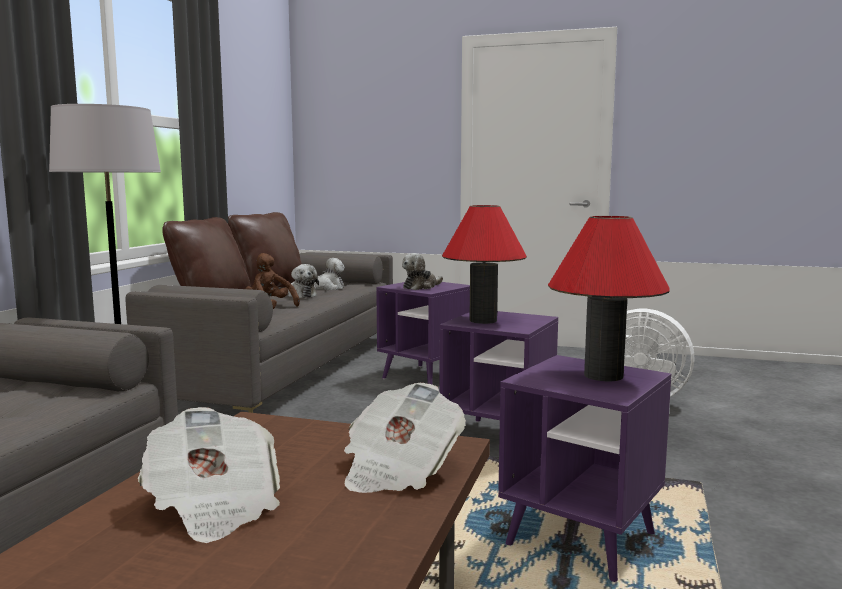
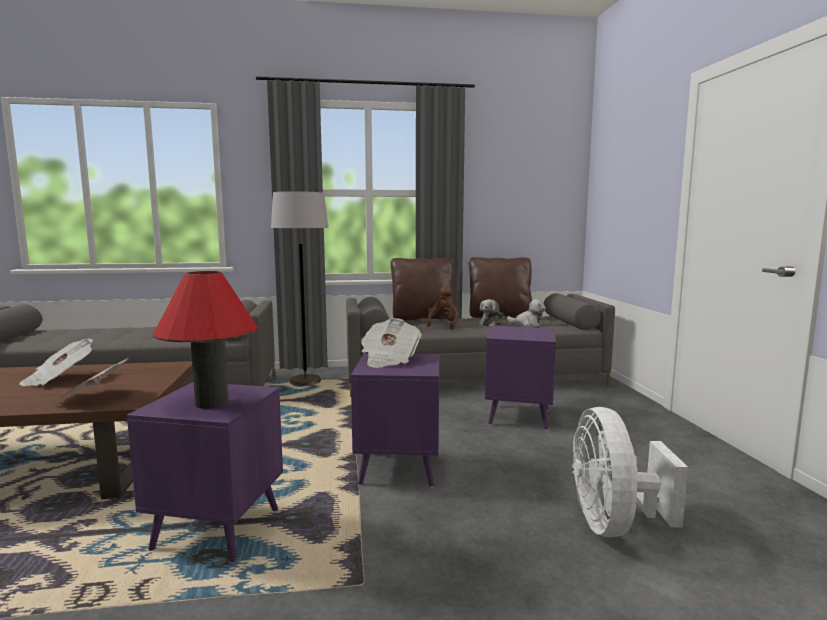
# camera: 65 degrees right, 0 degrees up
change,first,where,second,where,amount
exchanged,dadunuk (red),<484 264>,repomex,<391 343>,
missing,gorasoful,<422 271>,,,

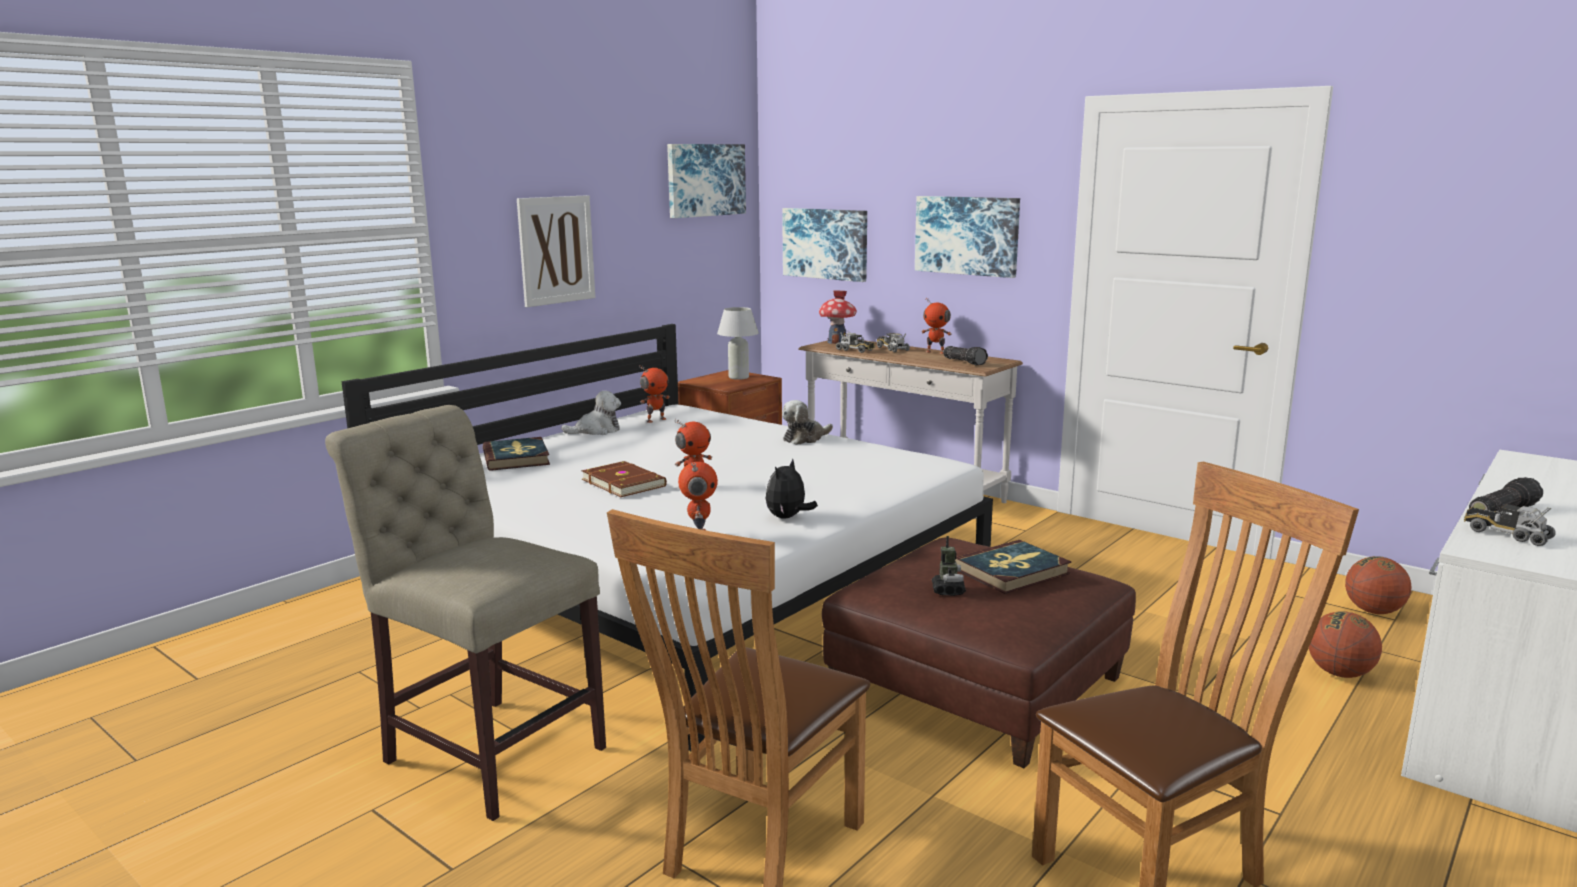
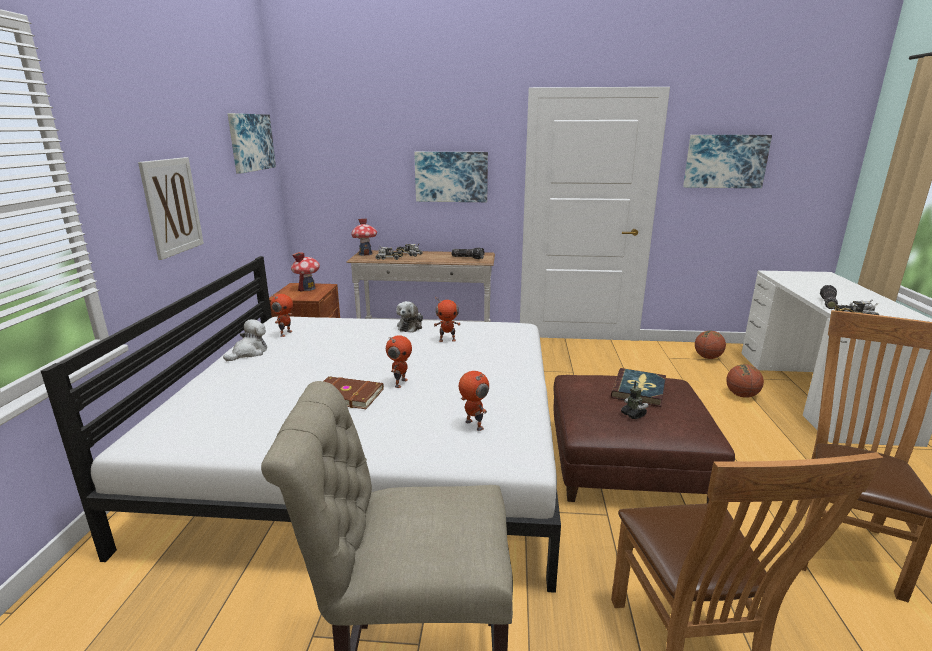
# camera: 35 degrees left, 5 degrees up
change,first,where,second,where,amount
relocated,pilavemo,<824 245>,,<727 161>,
relocated,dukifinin,<936 326>,,<447 319>,
exchanged,dadunuk (white),<738 343>,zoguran,<305 272>,
missing,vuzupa,<516 454>,,,
missing,gorasoful,<792 488>,,,

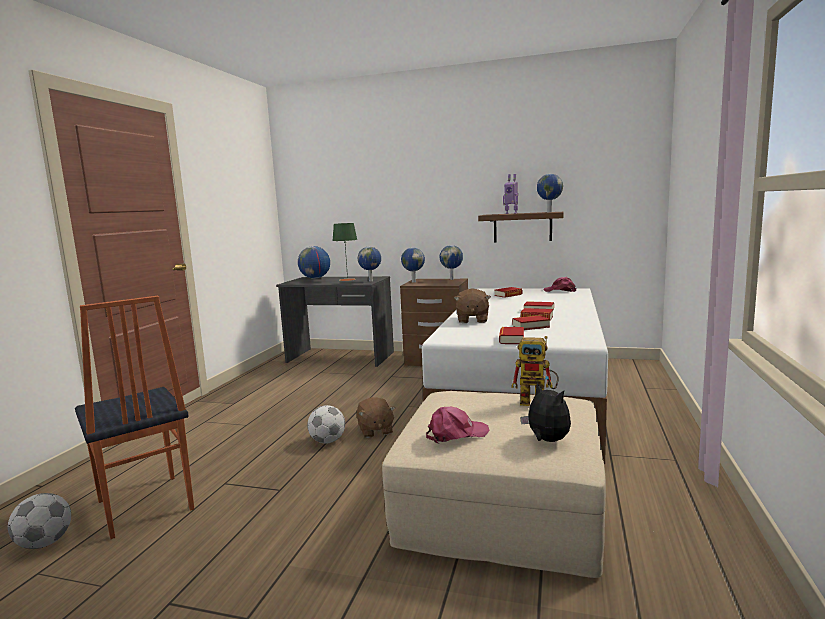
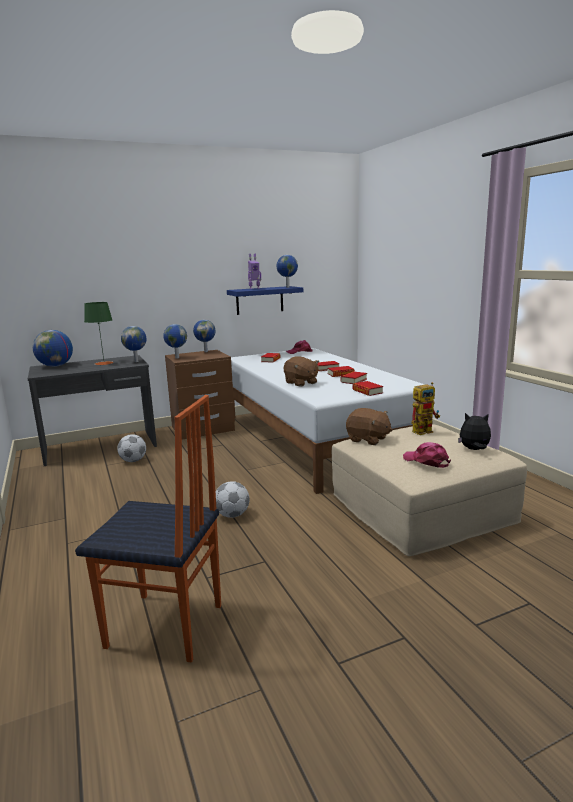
# camera: 40 degrees left, 5 degrees up
change,first,where,second,where,amount
colour,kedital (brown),<521 227>,kedital (blue),<265 300>,
relocated,gorasoful (brown),<376 417>,,<369 426>,
spun,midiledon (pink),<458 425>,,<427 455>,75 degrees counterclockwise
relocated,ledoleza,<39 521>,,<131 448>,

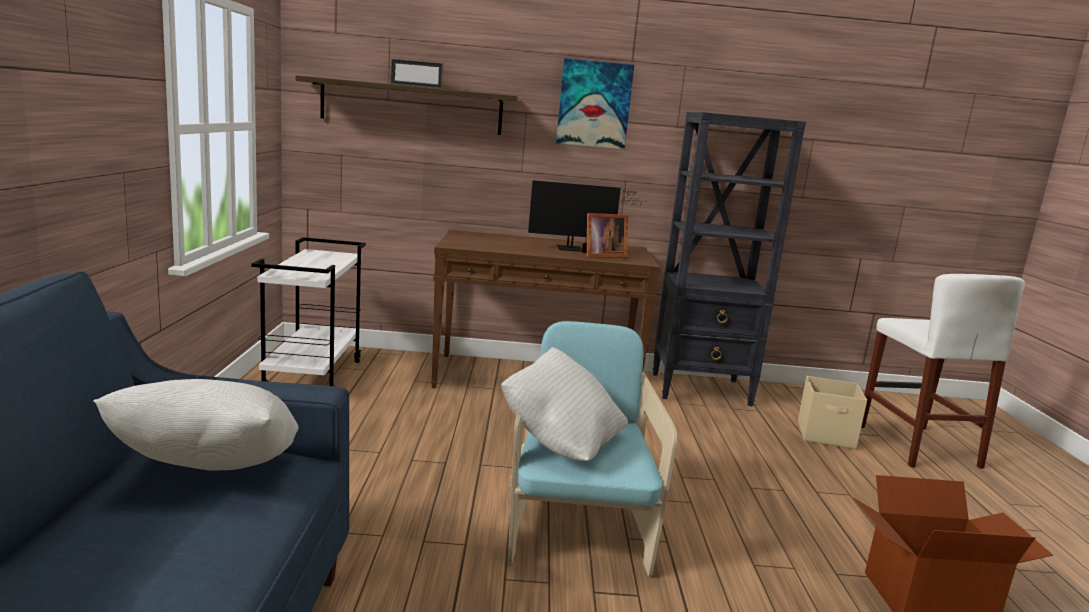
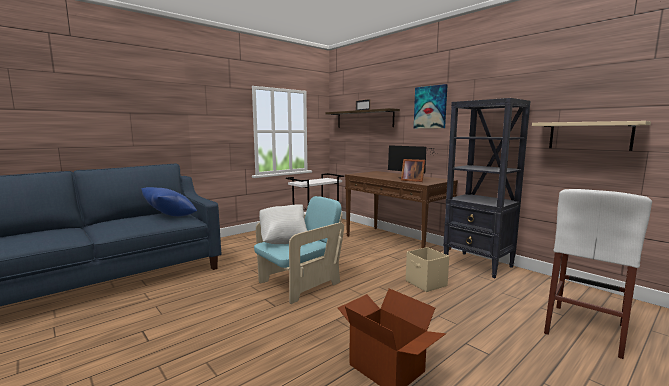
# camera: 50 degrees right, 5 degrees down
change,first,where,second,where,amount
relocated,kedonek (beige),<832 412>,,<427 269>,
colour,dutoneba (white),<196 424>,dutoneba (blue),<169 201>,
appeared,,,kedital (beige),<591 136>,

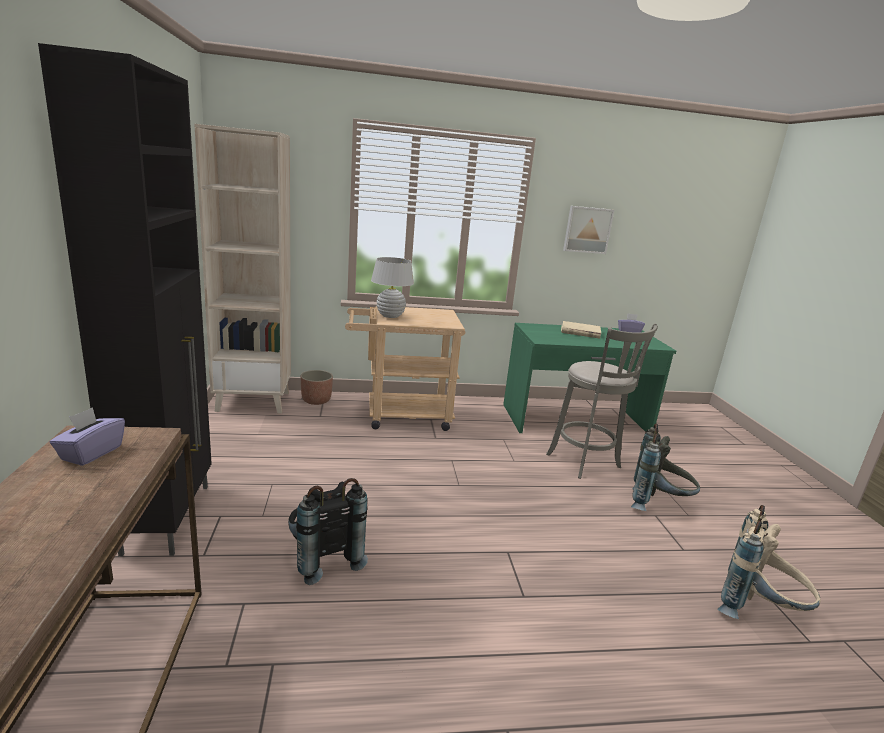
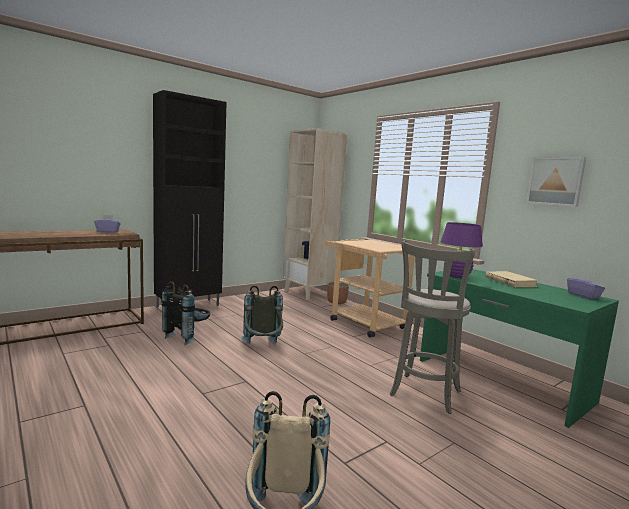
# camera: 60 degrees right, 10 degrees down
change,first,where,second,where,amount
missing,dadunuk (white),<392 287>,,,
relocated,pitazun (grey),<665 467>,,<262 314>,
appeared,,,dadunuk (purple),<462 250>,

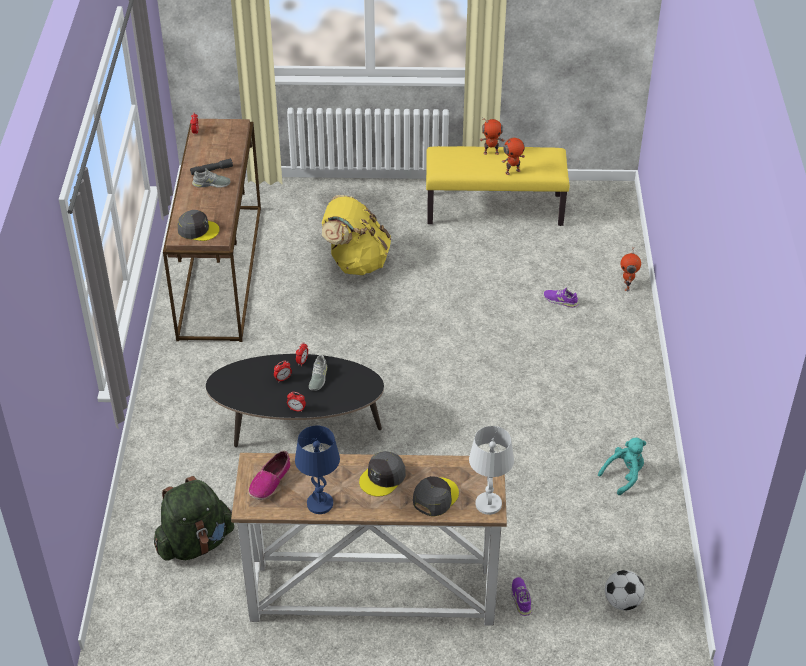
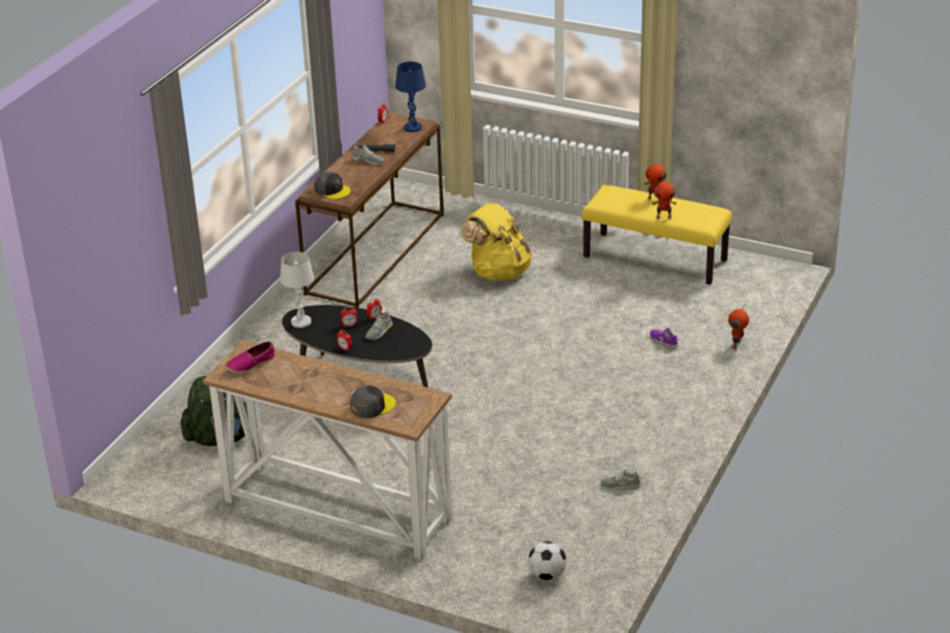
# camera: 25 degrees right, 10 degrees down
change,first,where,second,where,amount
relocated,dadunuk (blue),<317 470>,,<410 97>,
relocated,dadunuk (white),<491 470>,,<297 290>,
exchanged,gorasoful (turquoise),<622 466>,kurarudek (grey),<621 479>,
missing,midiledon (grey),<382 473>,,,
missing,kurarudek (purple),<521 596>,,,

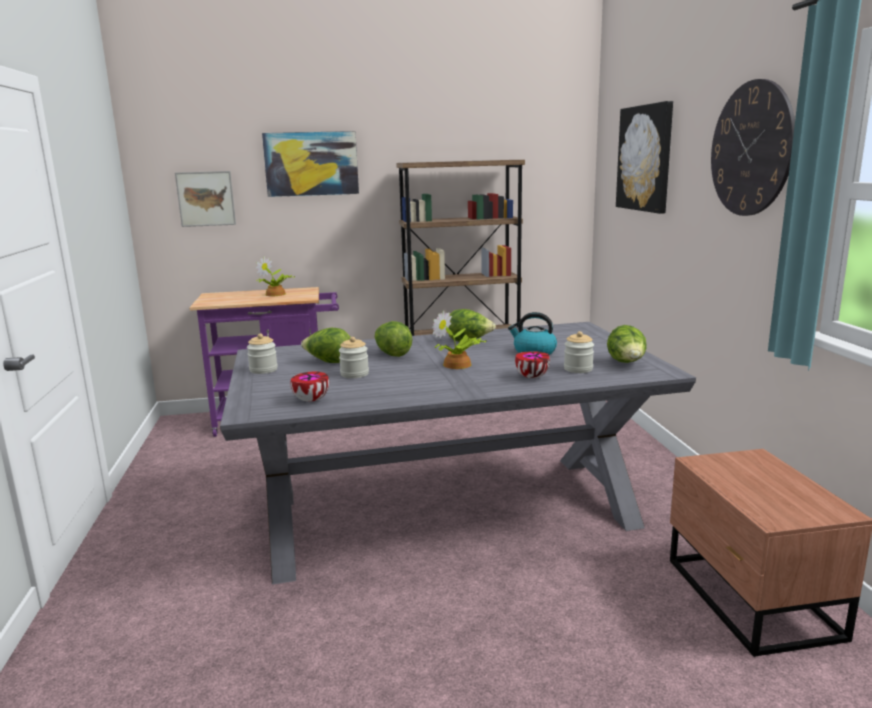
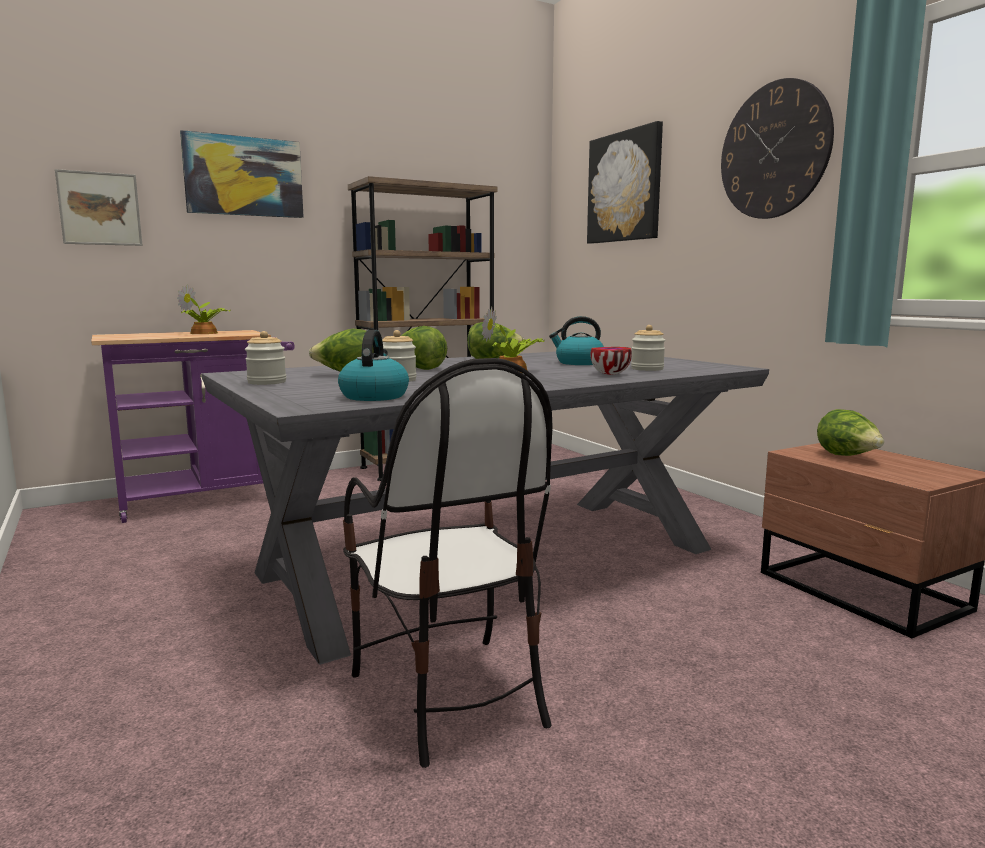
# camera: 20 degrees left, 5 degrees down
change,first,where,second,where,amount
relocated,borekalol,<627 344>,,<850 432>,
exchanged,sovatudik,<309 387>,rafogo,<373 365>,
appeared,,,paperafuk,<448 563>,

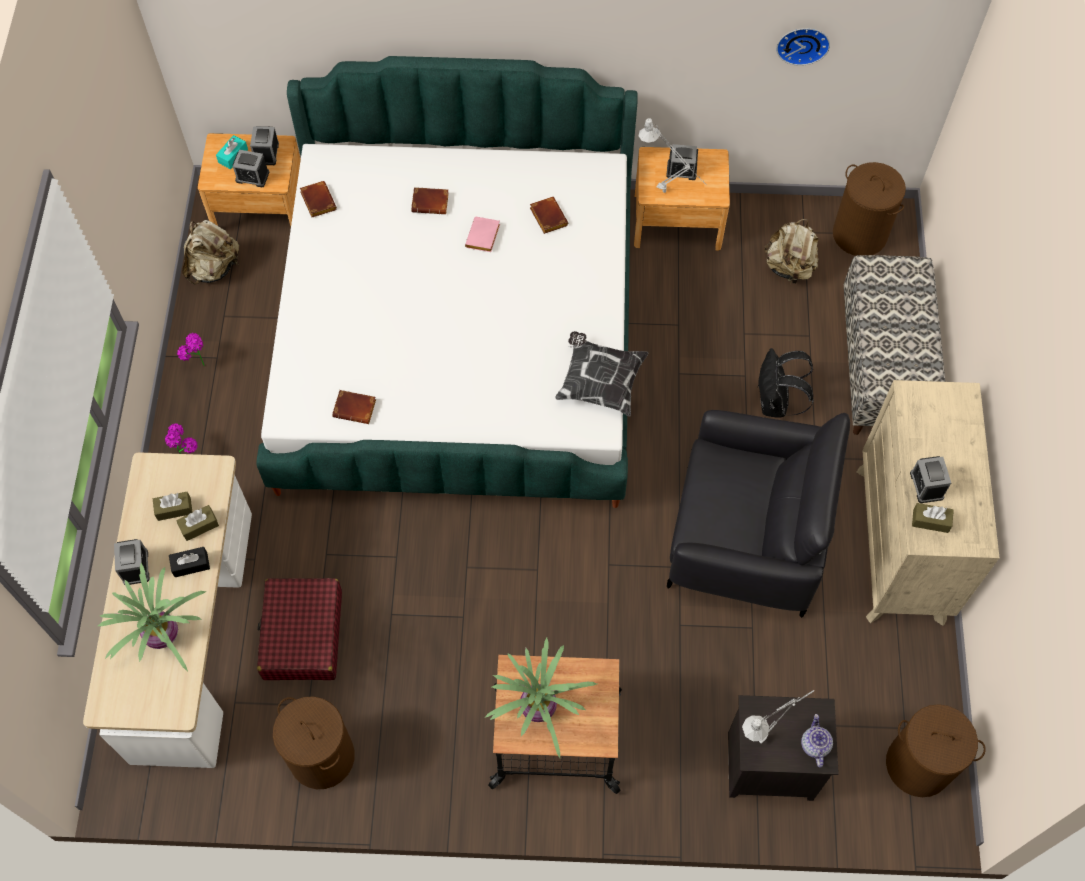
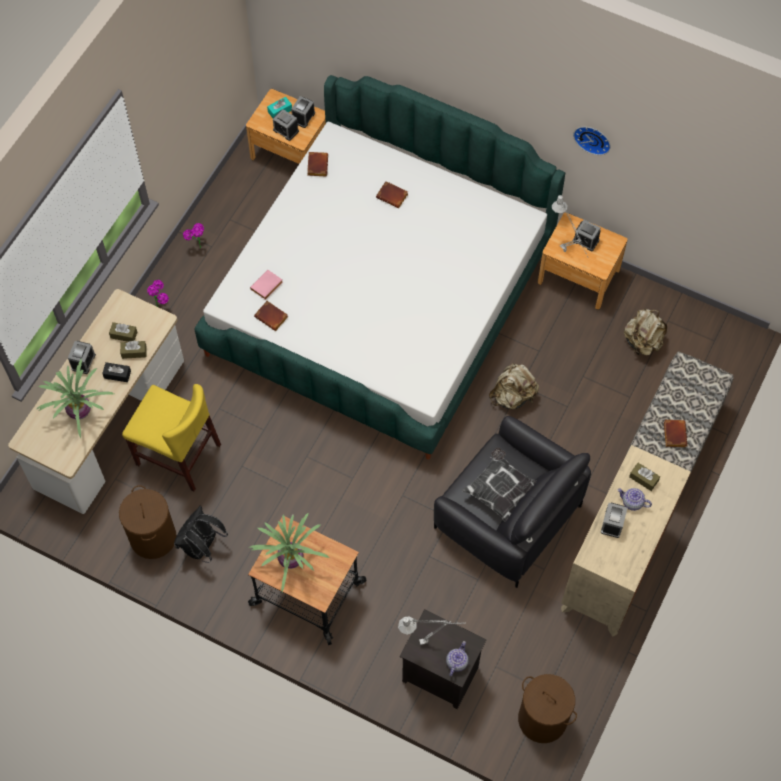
# camera: 25 degrees right, 0 degrees up
change,first,where,second,where,amount
relocated,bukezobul,<803 47>,,<592 141>,
missing,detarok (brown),<869 209>,,,
relocated,vuzupa (brown),<549 215>,,<675 433>,
relocated,vuzupa (pink),<482 234>,,<266 285>,
relocated,pitazun (beige),<210 252>,,<514 386>,
relocated,dutoneba,<601 373>,,<499 484>,
relocated,pitazun (black),<785 383>,,<201 534>,
relocated,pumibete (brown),<933 518>,,<644 477>,
exchanged,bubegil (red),<299 629>,paperafuk (yellow),<171 437>,
appeared,,,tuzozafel,<635 499>,

